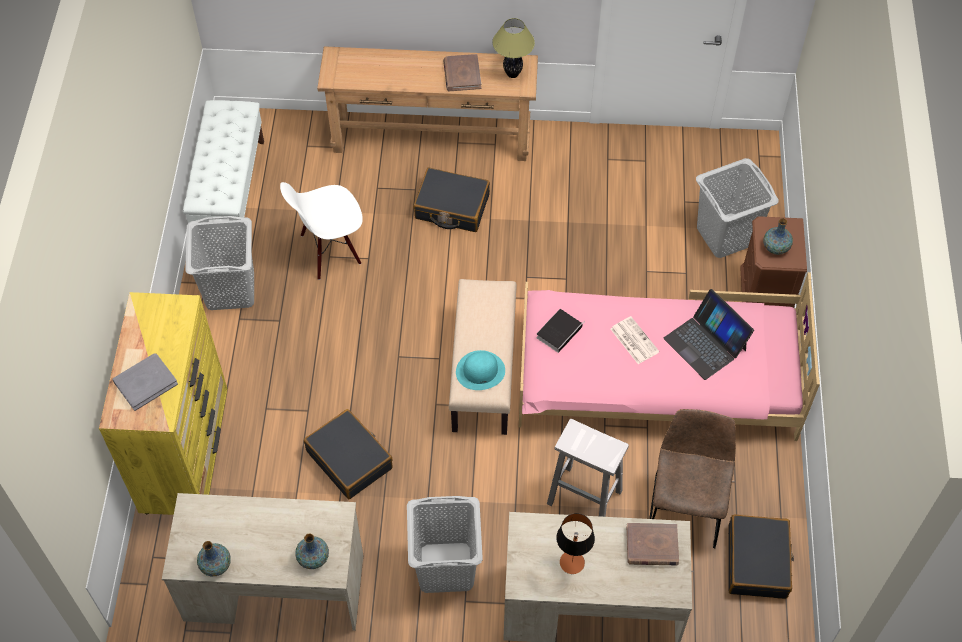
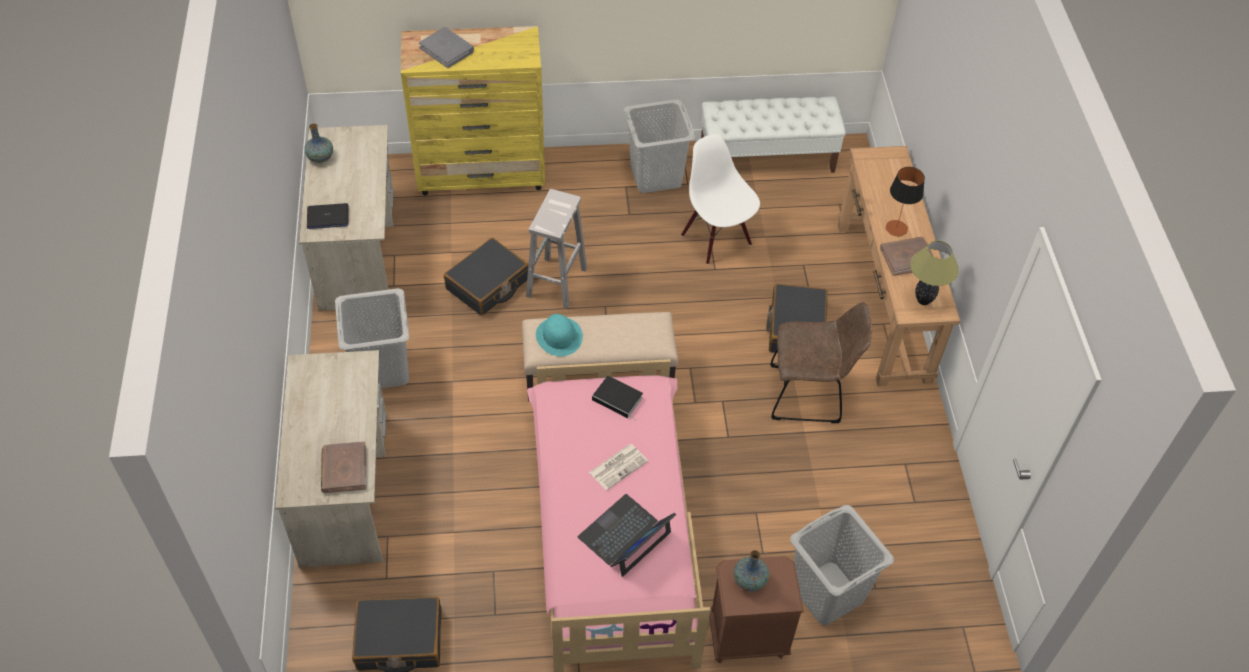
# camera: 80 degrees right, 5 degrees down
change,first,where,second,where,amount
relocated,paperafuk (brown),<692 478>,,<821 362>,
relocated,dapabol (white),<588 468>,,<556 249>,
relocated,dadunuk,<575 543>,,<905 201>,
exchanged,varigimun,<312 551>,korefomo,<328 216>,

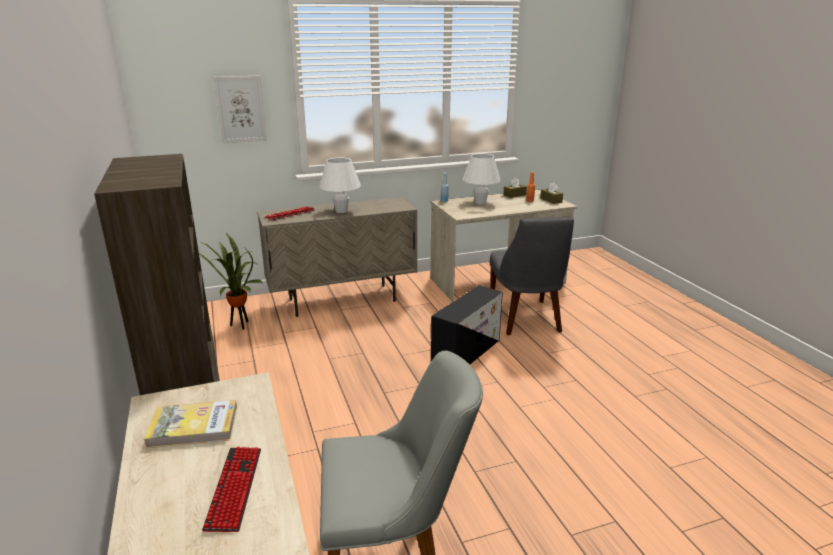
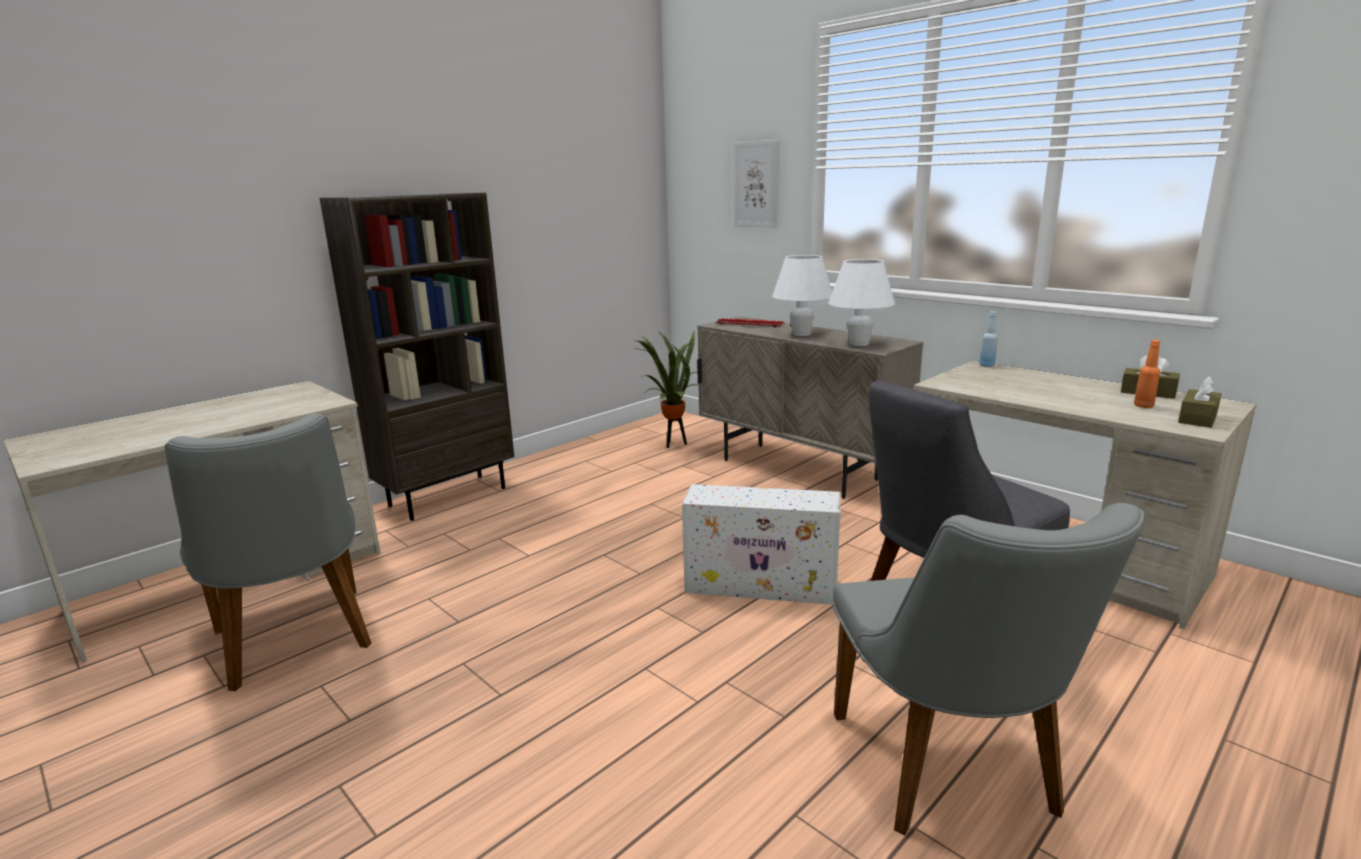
# camera: 65 degrees right, 5 degrees down
change,first,where,second,where,amount
relocated,dadunuk (white),<482 179>,,<861 302>,
colour,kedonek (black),<467 324>,kedonek (white),<761 544>,
missing,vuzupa,<190 424>,,,
missing,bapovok,<231 489>,,,
appeared,,,paperafuk (grey),<989 669>,

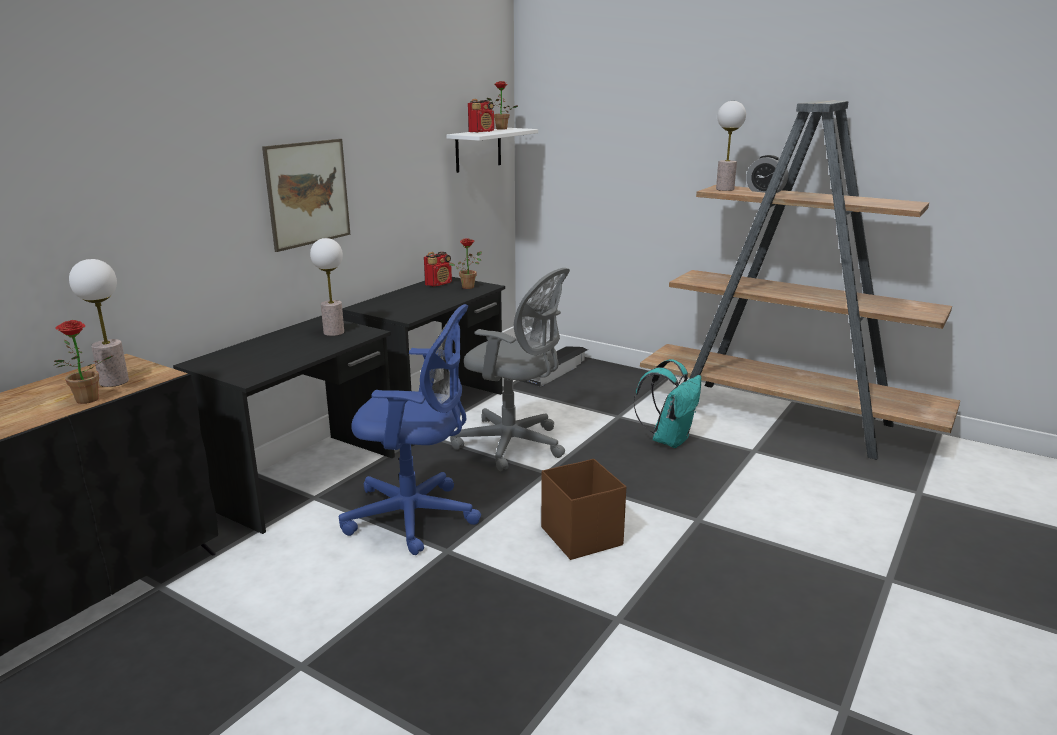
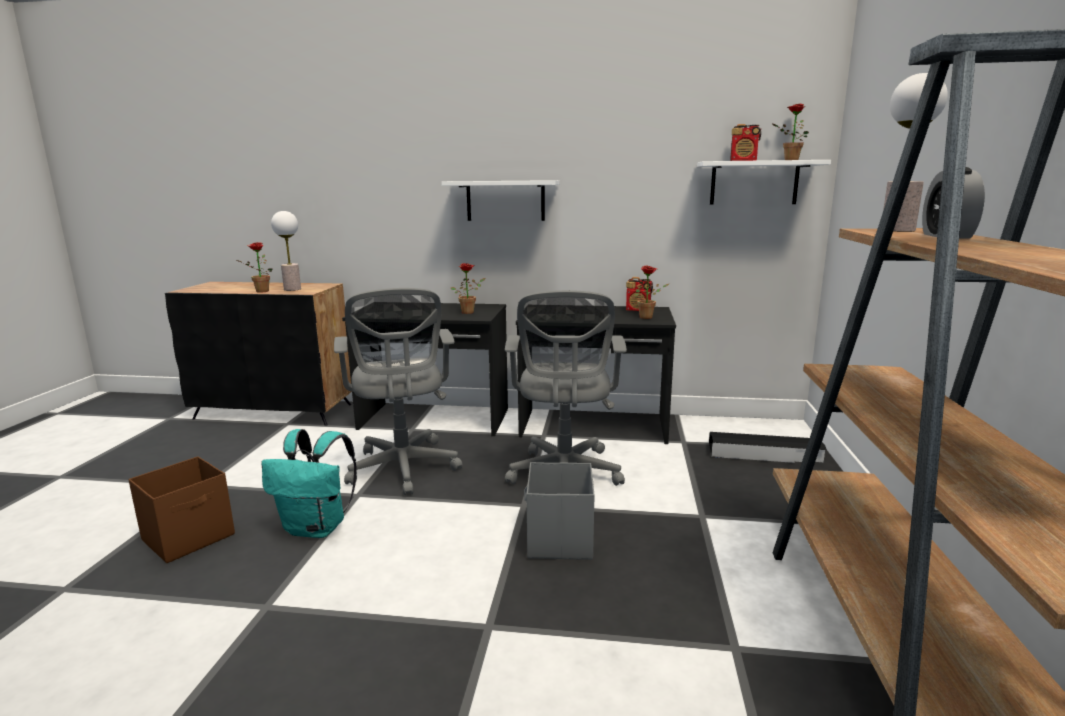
# camera: 65 degrees right, 5 degrees down
change,first,where,second,where,amount
exchanged,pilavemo,<306 195>,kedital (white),<500 200>,
exchanged,dadunuk,<327 287>,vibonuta,<468 288>,
colour,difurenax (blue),<410 429>,difurenax (grey),<398 391>,
relocated,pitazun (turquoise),<667 403>,,<309 483>,
relocated,kedonek (brown),<583 509>,,<181 509>,
appeared,,,kedonek (grey),<559 511>,

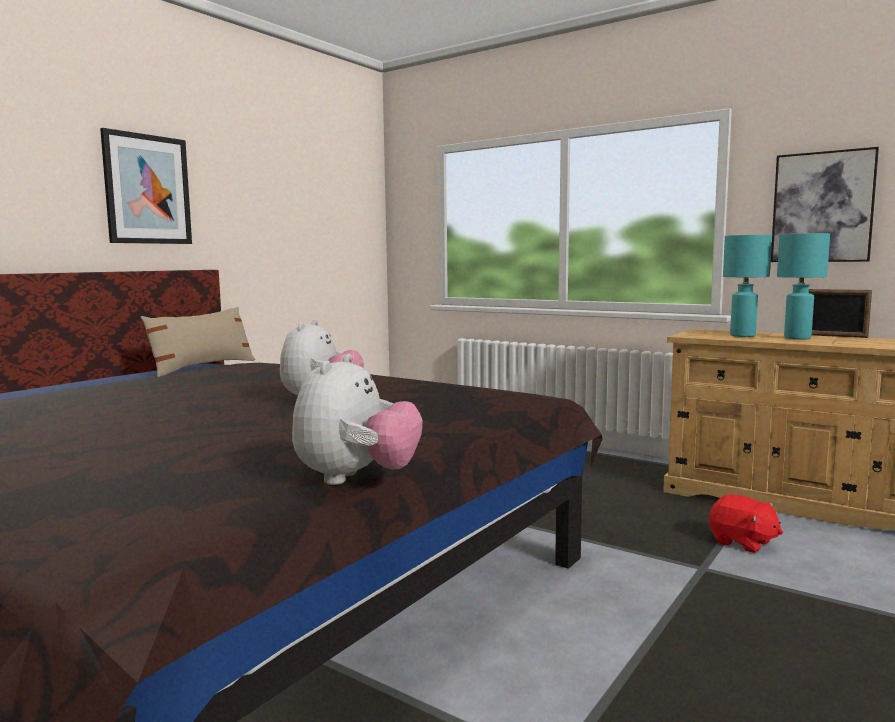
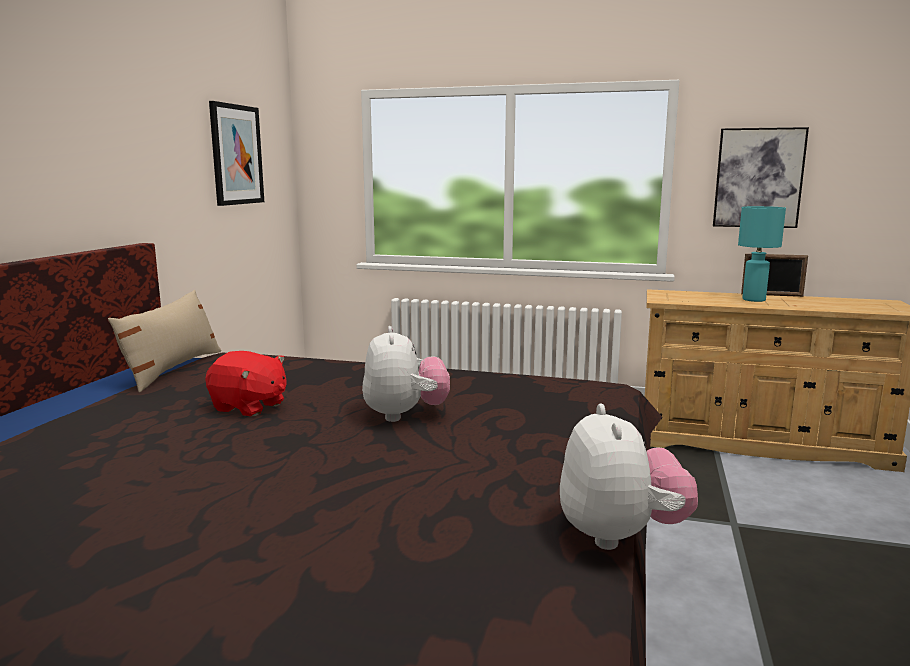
# camera: 20 degrees left, 5 degrees up
change,first,where,second,where,amount
relocated,pilavemo,<146 186>,,<236 153>,
missing,dadunuk (turquoise),<747 286>,,,
relocated,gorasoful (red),<746 523>,,<245 383>,

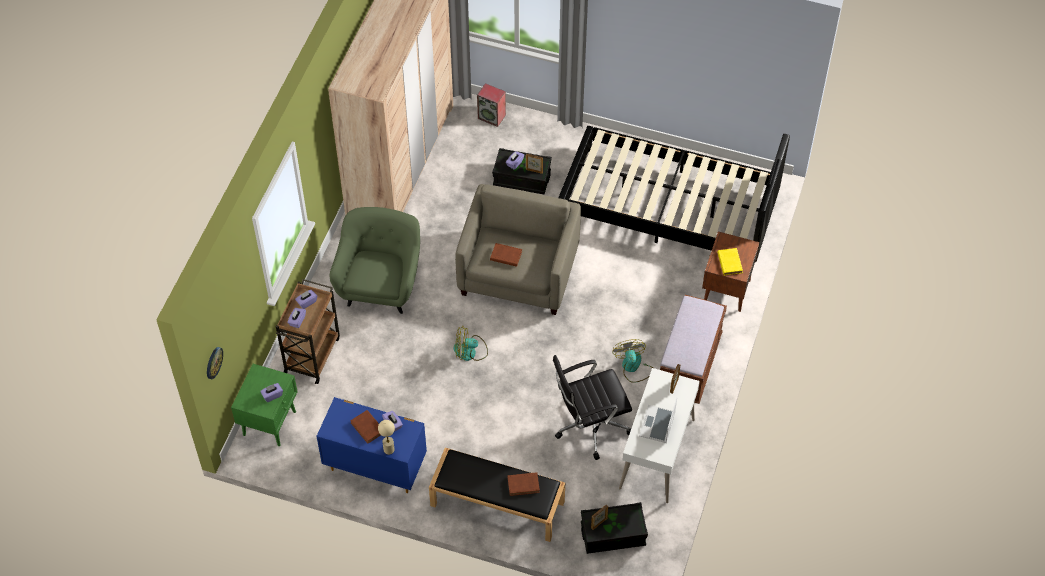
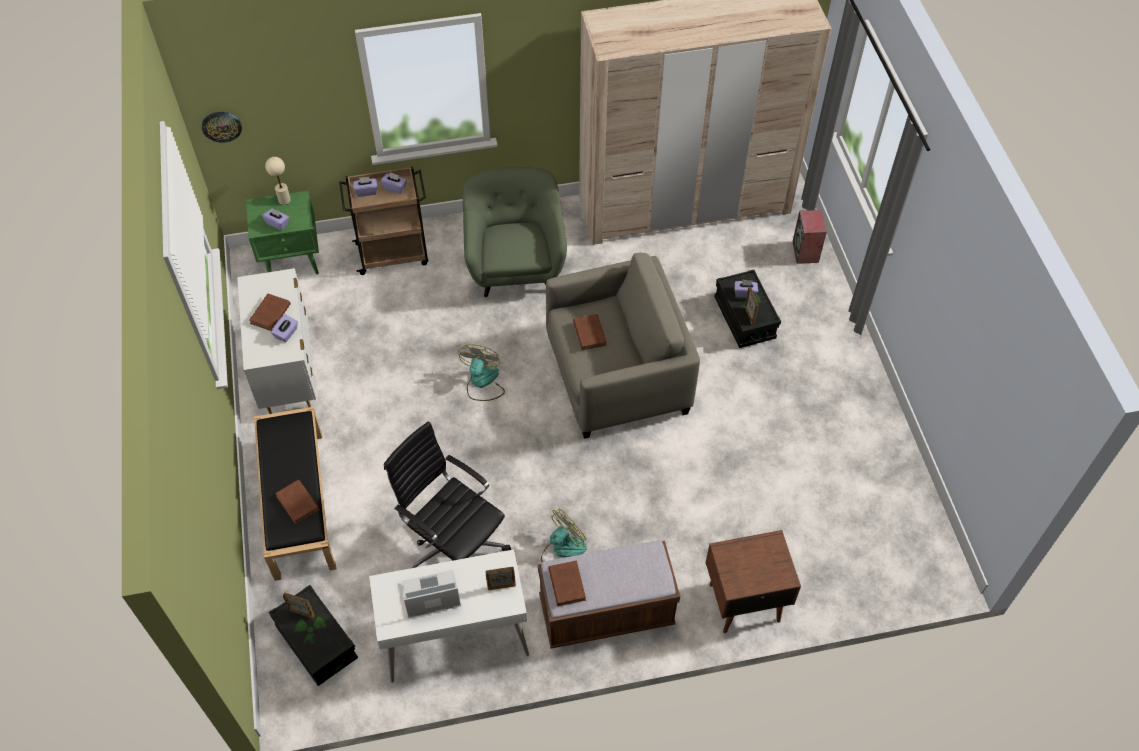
# camera: 60 degrees right, 0 degrees up
change,first,where,second,where,amount
missing,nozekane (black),<674 194>,,,
spun,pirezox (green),<375 260>,,<514 232>,75 degrees counterclockwise
missing,vuzupa (yellow),<730 261>,,,
spun,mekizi,<471 343>,,<481 373>,45 degrees clockwise
colour,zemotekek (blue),<372 445>,zemotekek (white),<276 341>,
relocated,dadunuk (beige),<386 437>,,<278 181>,
appeared,,,vuzupa (brown),<567 583>,

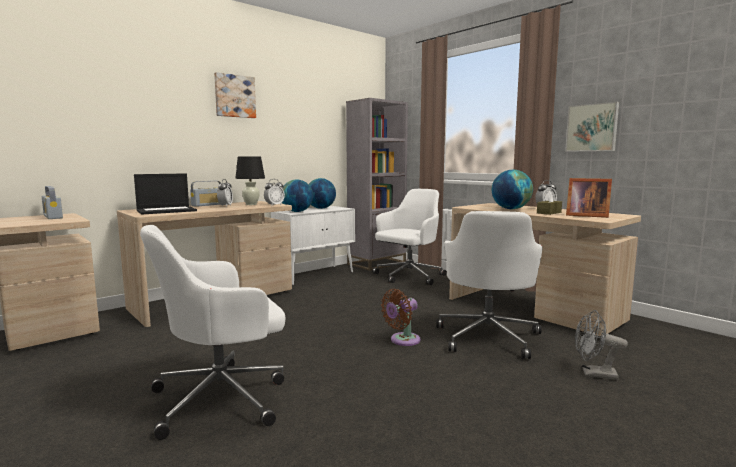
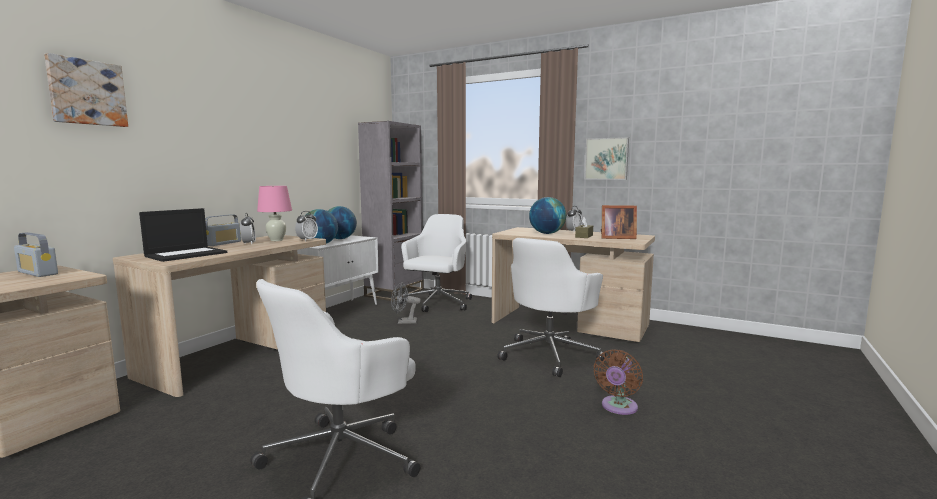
# camera: 20 degrees left, 0 degrees up
change,first,where,second,where,amount
relocated,pilavemo,<235 95>,,<86 90>,
colour,dadunuk (black),<250 180>,dadunuk (pink),<274 213>,
spun,difurenax (white),<489 285>,,<551 307>,45 degrees clockwise
relocated,mekizi (brown),<400 317>,,<618 382>,
relocated,mekizi (grey),<601 345>,,<406 303>,

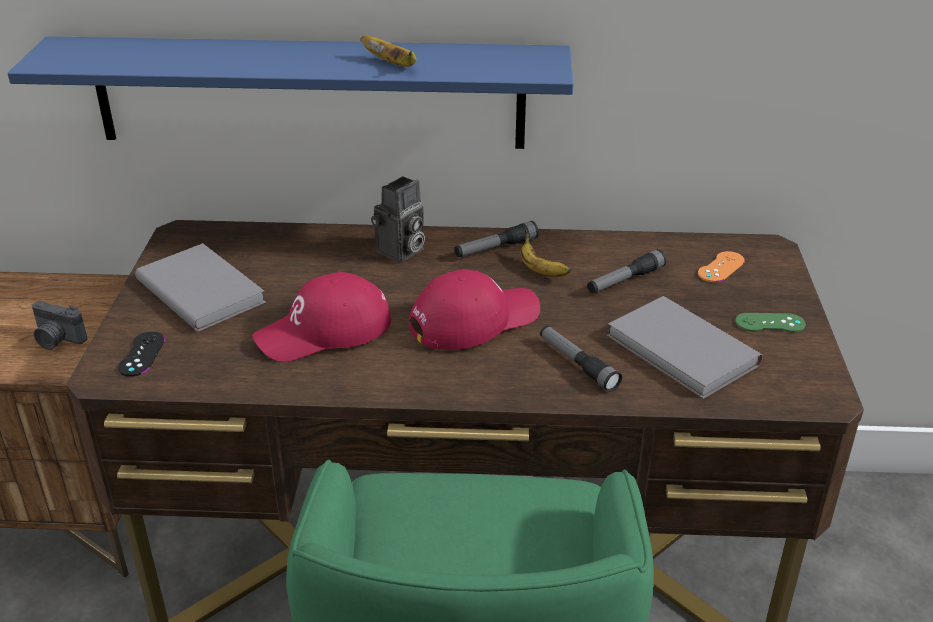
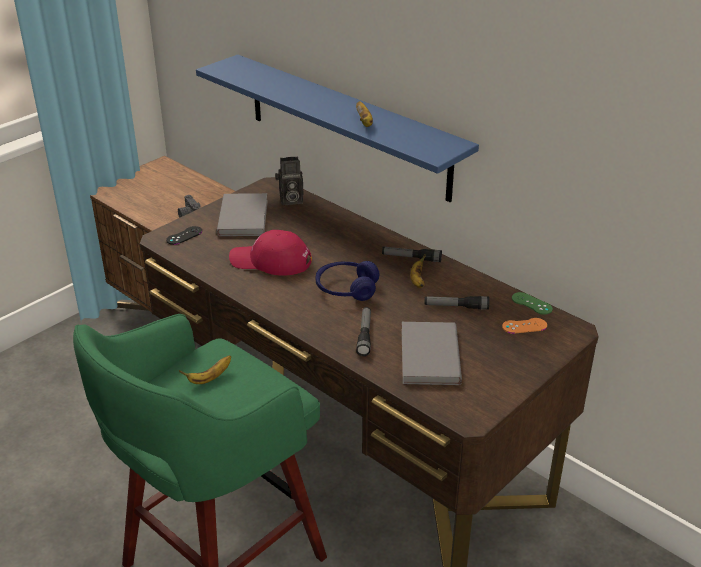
# camera: 40 degrees right, 0 degrees up
change,first,where,second,where,amount
relocated,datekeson,<398 219>,,<289 180>,
exchanged,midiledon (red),<474 309>,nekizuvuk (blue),<347 281>,
relocated,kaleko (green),<770 322>,,<532 303>,
appeared,,,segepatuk,<205 369>,

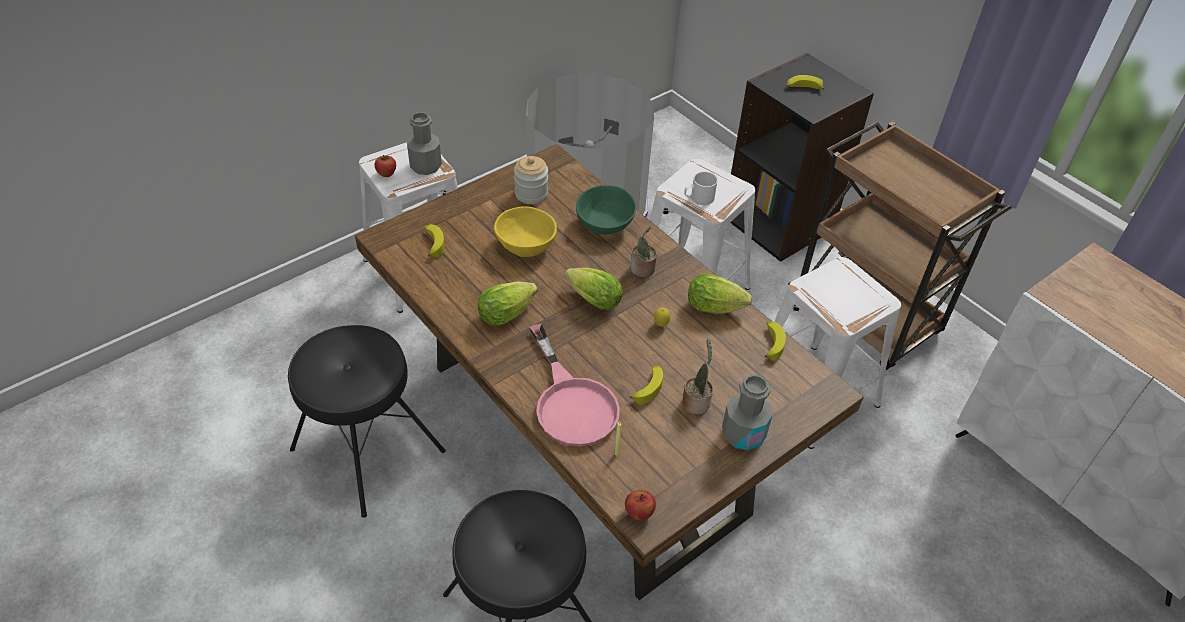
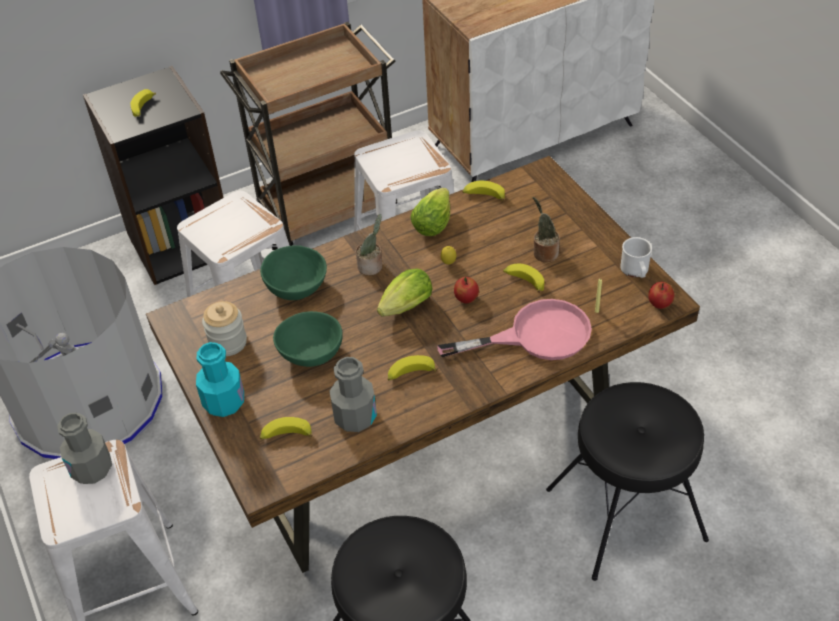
# camera: 75 degrees left, 0 degrees up
change,first,where,second,where,amount
relocated,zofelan,<385 166>,,<466 290>,
relocated,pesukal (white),<701 188>,,<636 257>,
colour,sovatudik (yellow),<525 231>,sovatudik (green),<308 339>,
exchanged,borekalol,<507 303>,segepatuk,<413 367>,
relocated,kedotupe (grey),<747 412>,,<353 394>,
appeared,,,kedotupe (turquoise),<220 379>,

